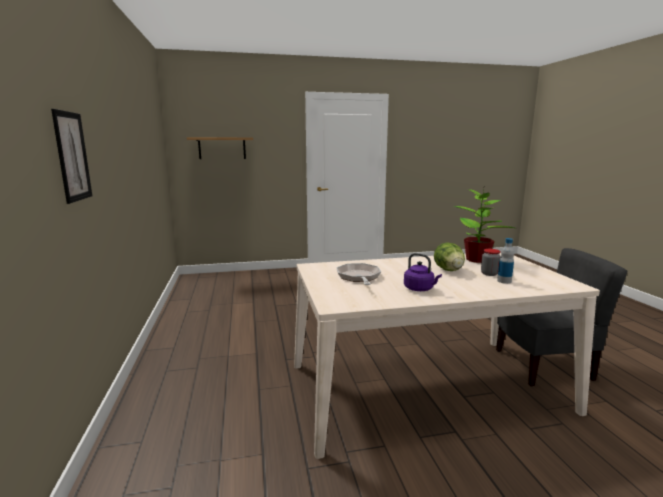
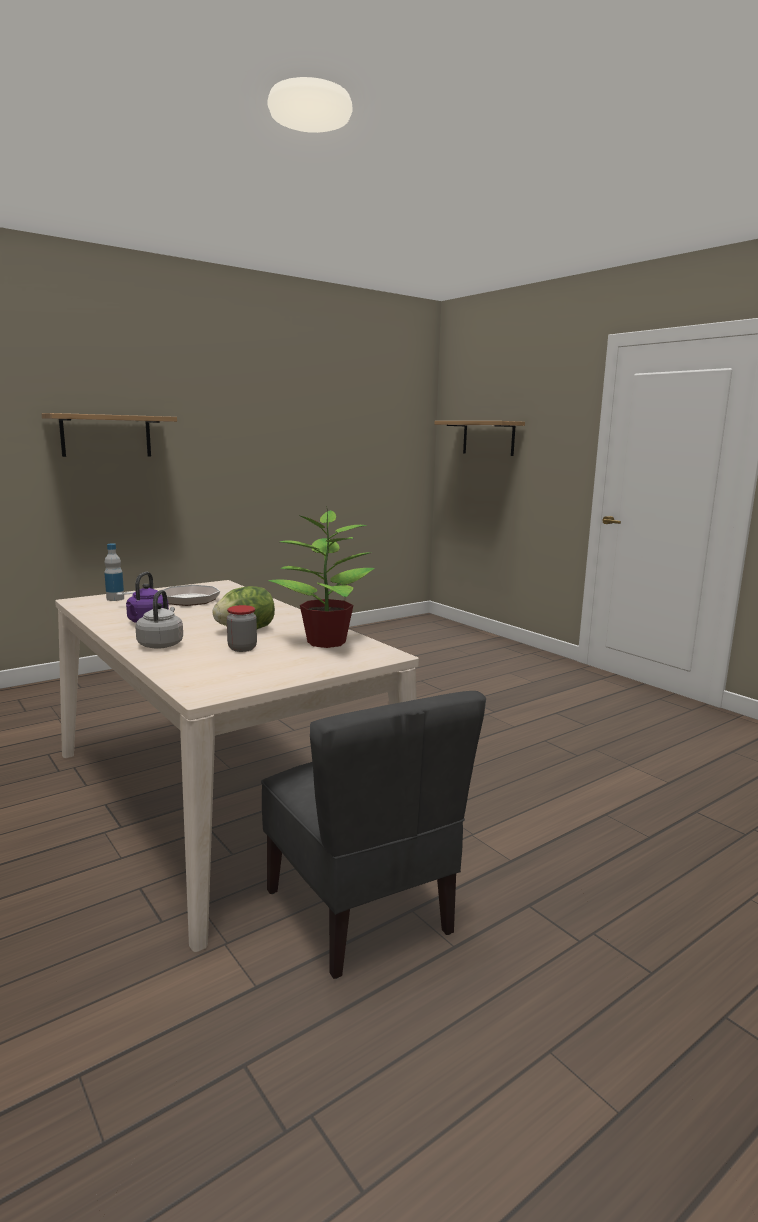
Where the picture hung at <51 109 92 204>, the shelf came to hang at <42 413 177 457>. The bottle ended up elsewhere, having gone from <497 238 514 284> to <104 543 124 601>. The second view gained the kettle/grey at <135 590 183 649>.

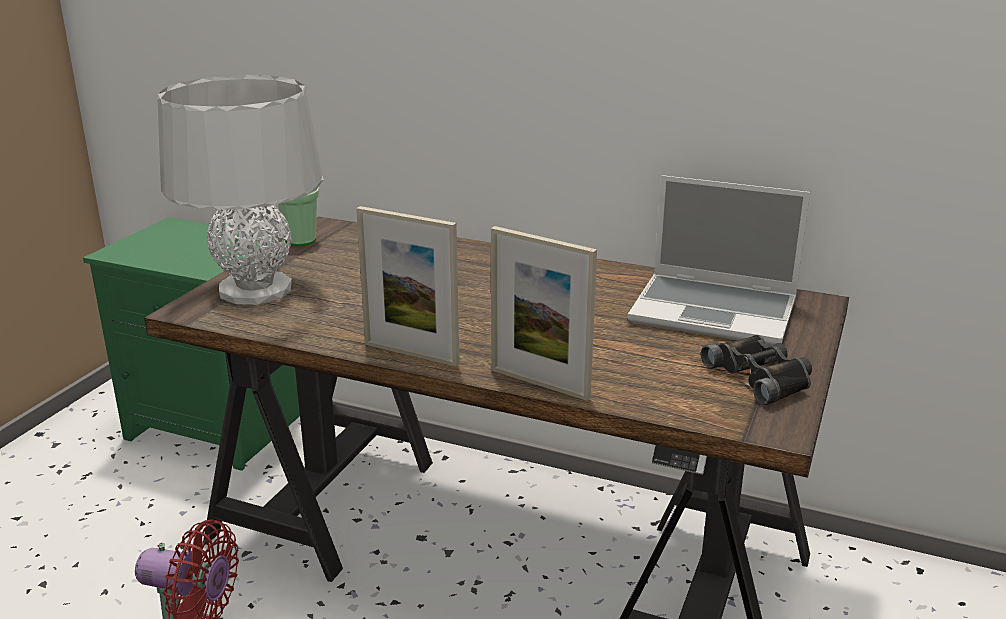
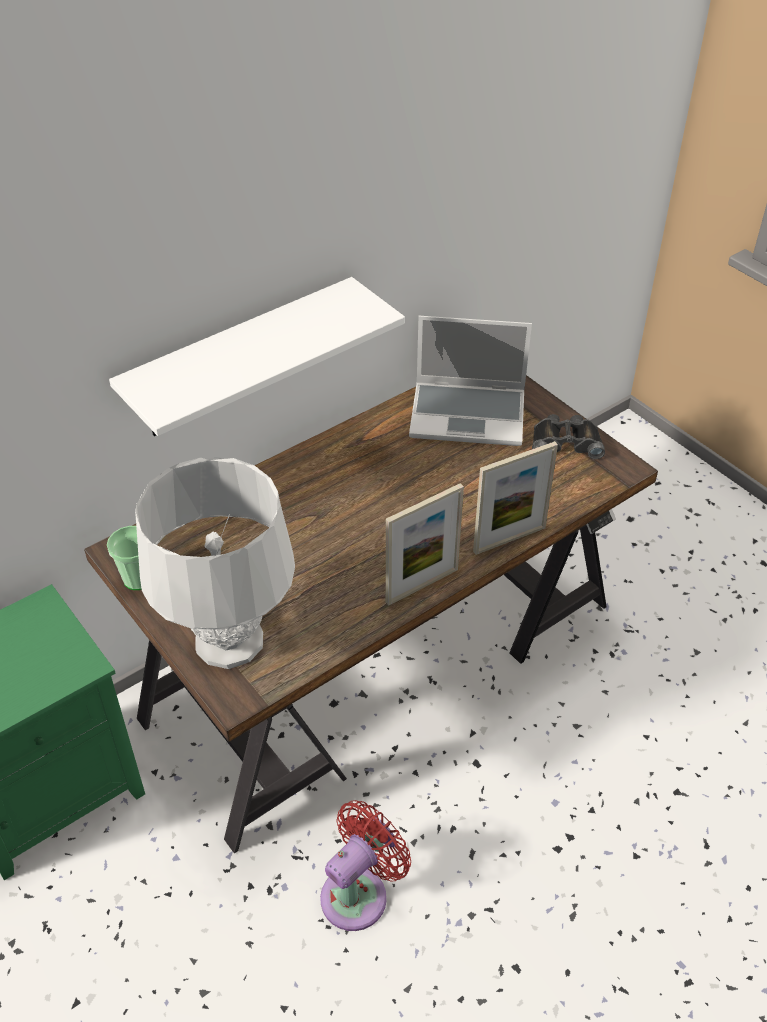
The laptop at <628 175 810 346> ended up facing another way, 45 degrees clockwise from before. The second view gained the shelf/white at <109 277 405 436>.

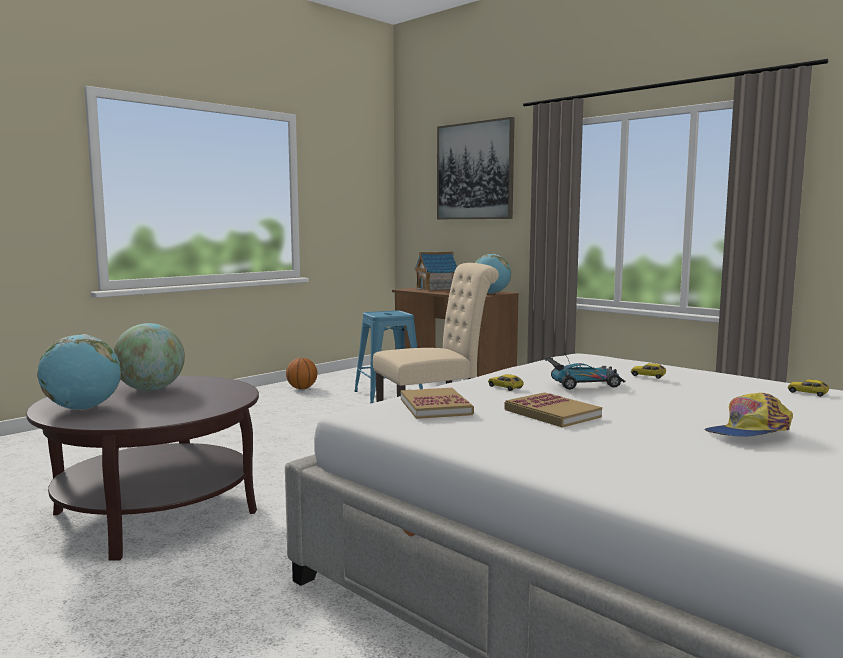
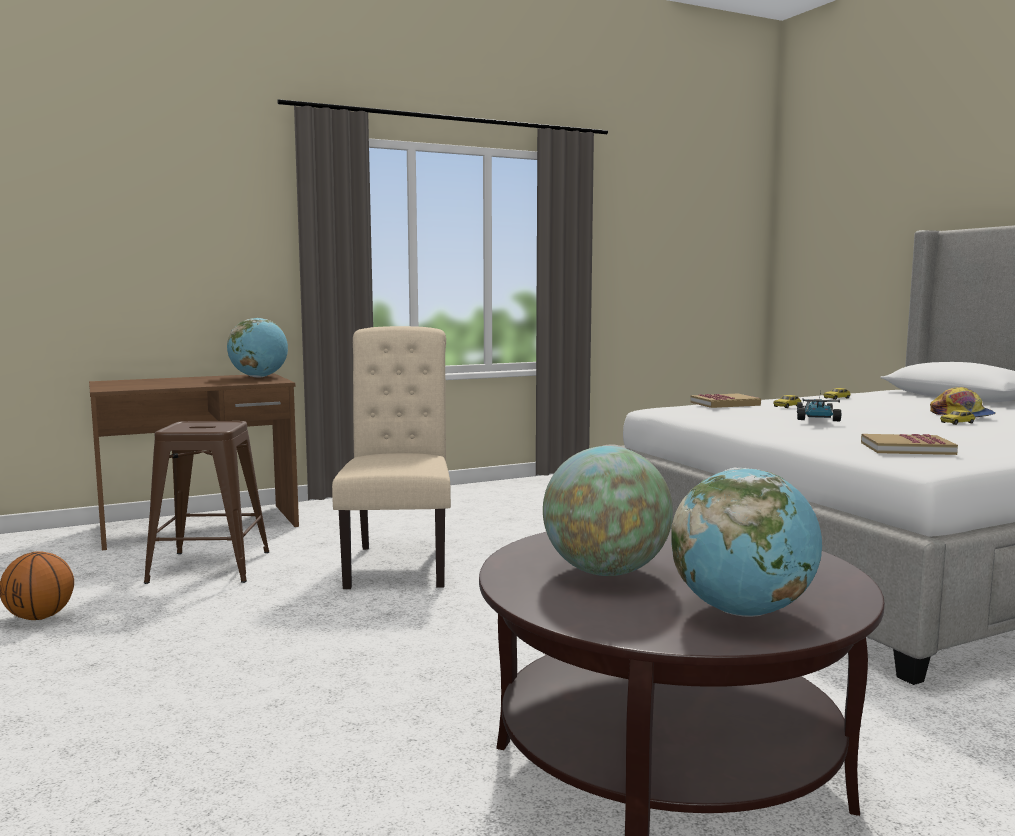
The second view lost the picture at <437 117 515 219>. The second view lost the toy house at <414 252 457 291>. What was the stool/blue at <354 310 423 404> turned into the stool/brown at <144 421 270 584>. The toy car ended up elsewhere, having gone from <488 374 524 391> to <940 410 975 425>. The book ended up elsewhere, having gone from <504 392 602 428> to <690 393 761 408>.

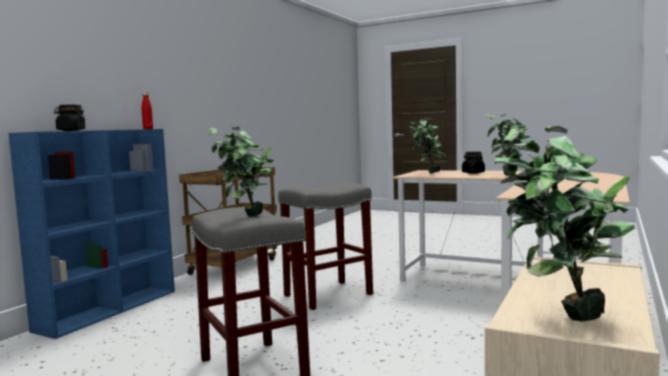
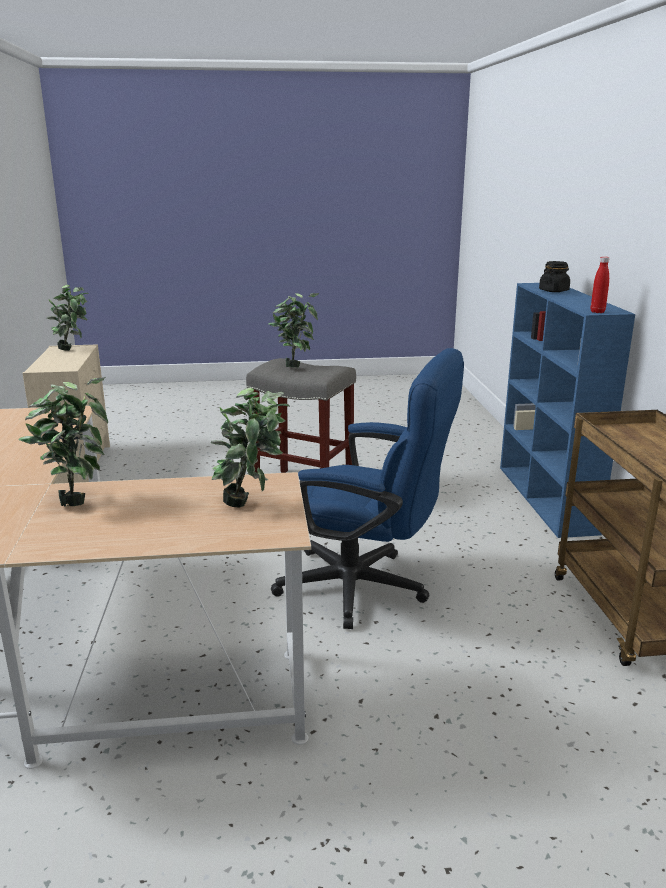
The second view lost the jar/black at <462 151 485 174>. Where the stool/grey stood at <278 182 373 310>, the office chair/blue came to stand at <271 348 464 629>.

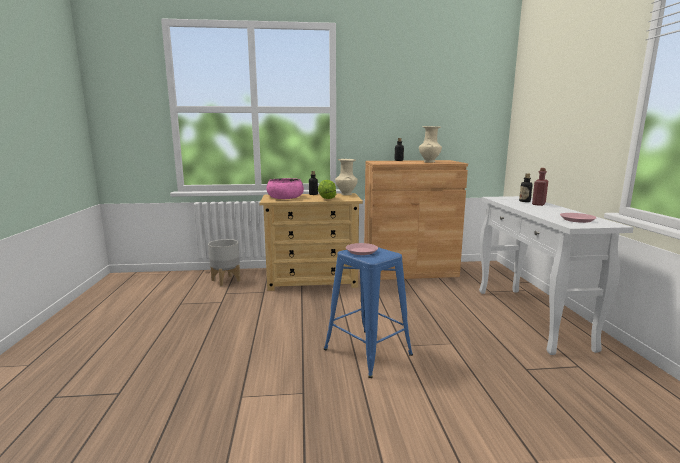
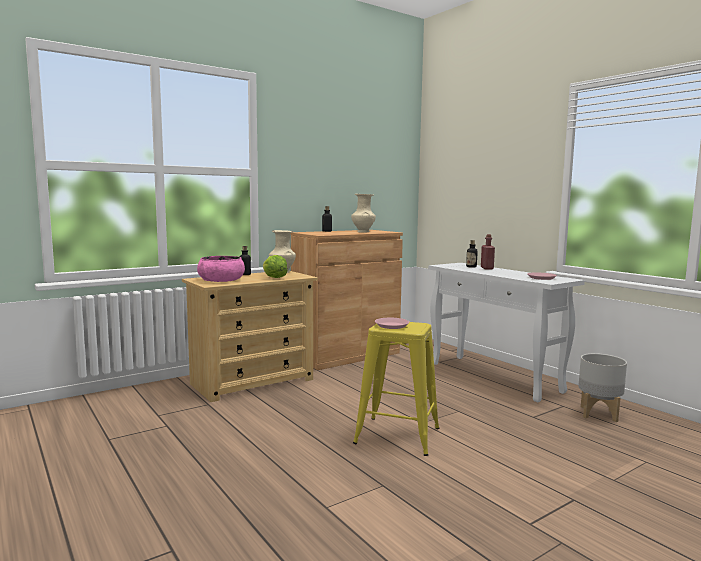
The planter/grey ended up elsewhere, having gone from <208 239 240 286> to <578 353 627 422>. What was the stool/blue at <324 247 413 378> turned into the stool/yellow at <353 322 439 456>.

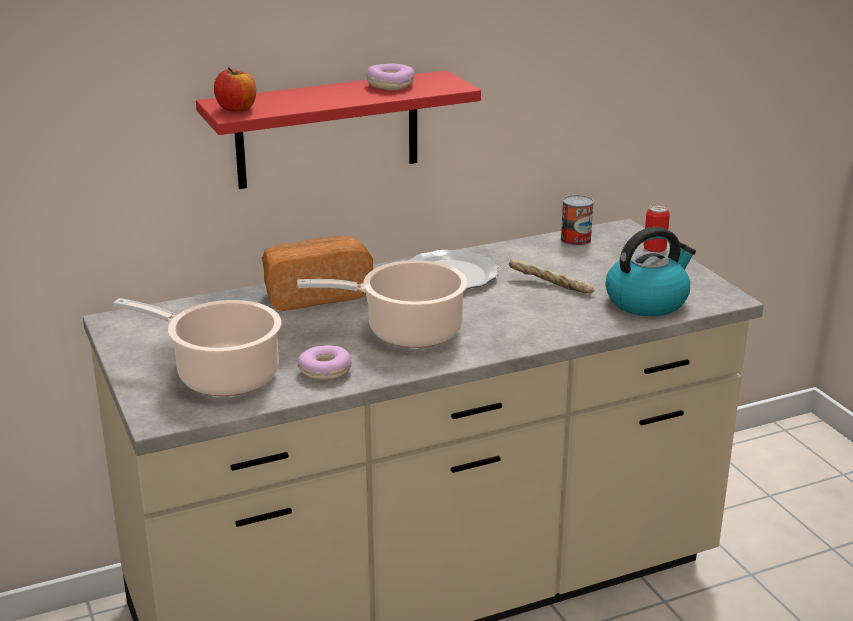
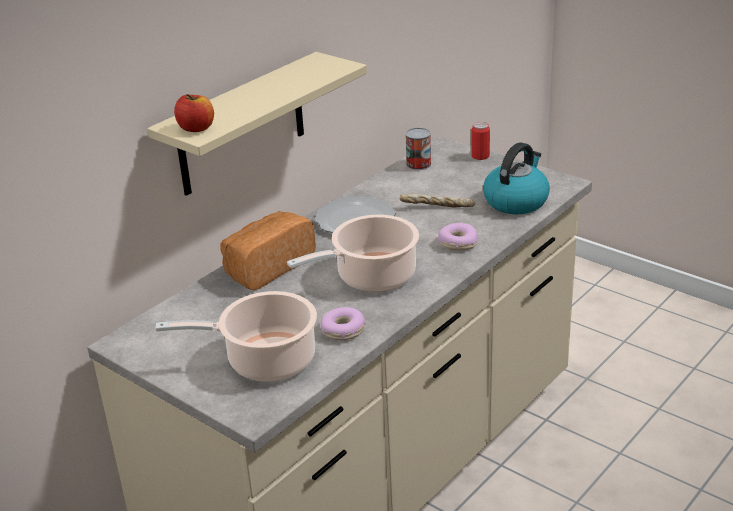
The donut ended up elsewhere, having gone from <366 64 415 91> to <438 223 478 251>. What was the shelf/red at <196 70 481 189> turned into the shelf/beige at <147 52 367 196>.

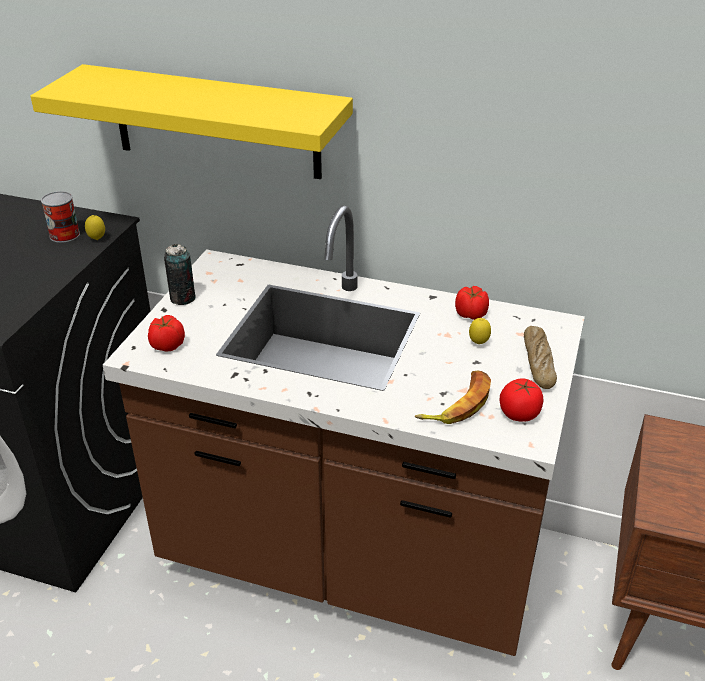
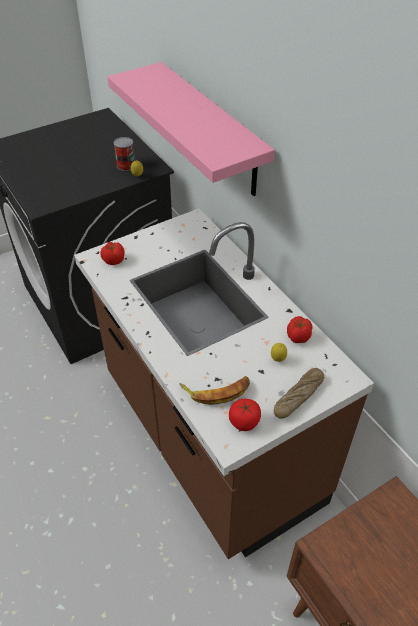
What was the shelf/yellow at <31 64 353 179> turned into the shelf/pink at <107 62 275 196>. The second view lost the can at <164 244 196 305>.

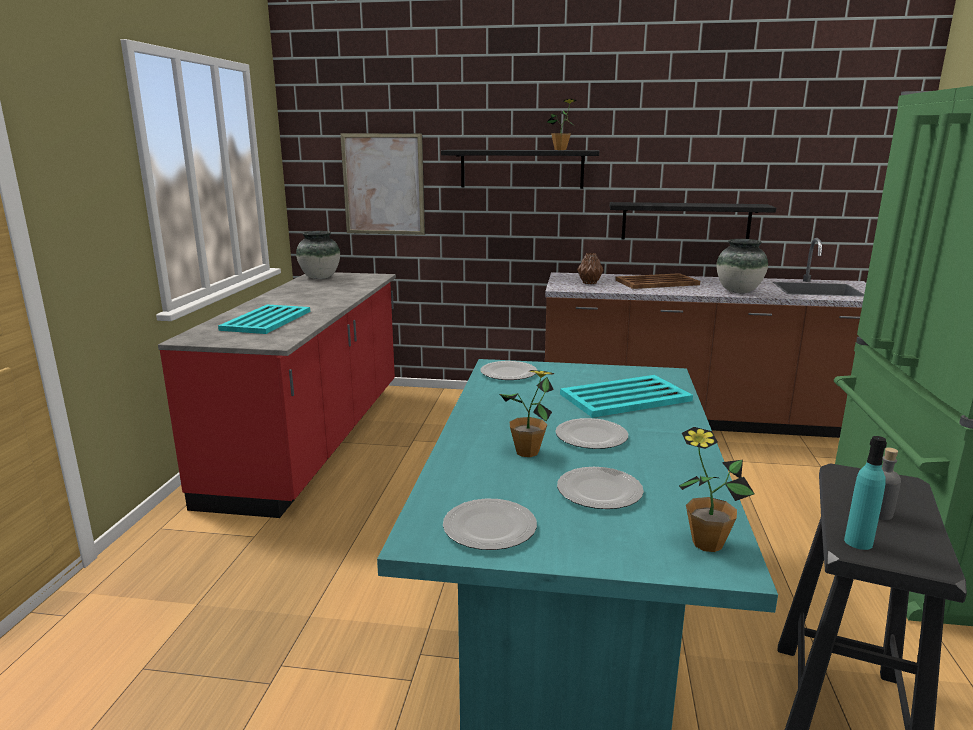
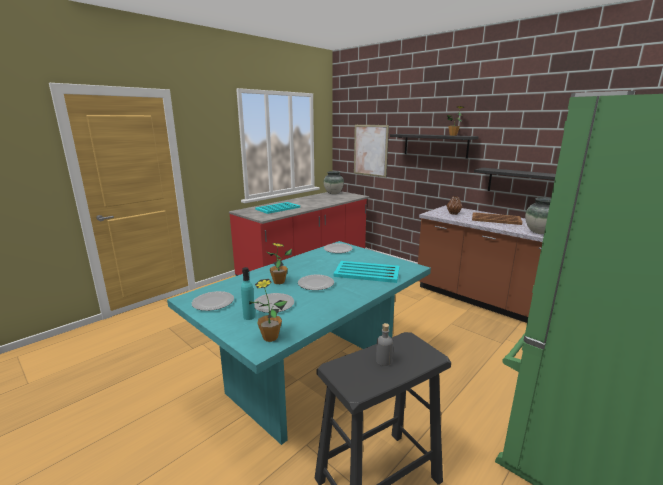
The bottle/turquoise ended up elsewhere, having gone from <844 436 887 550> to <241 267 255 320>.

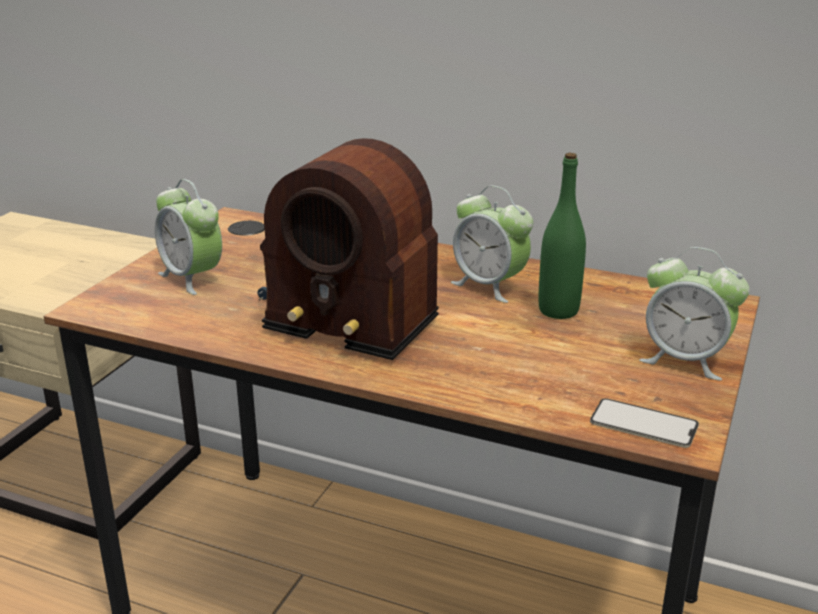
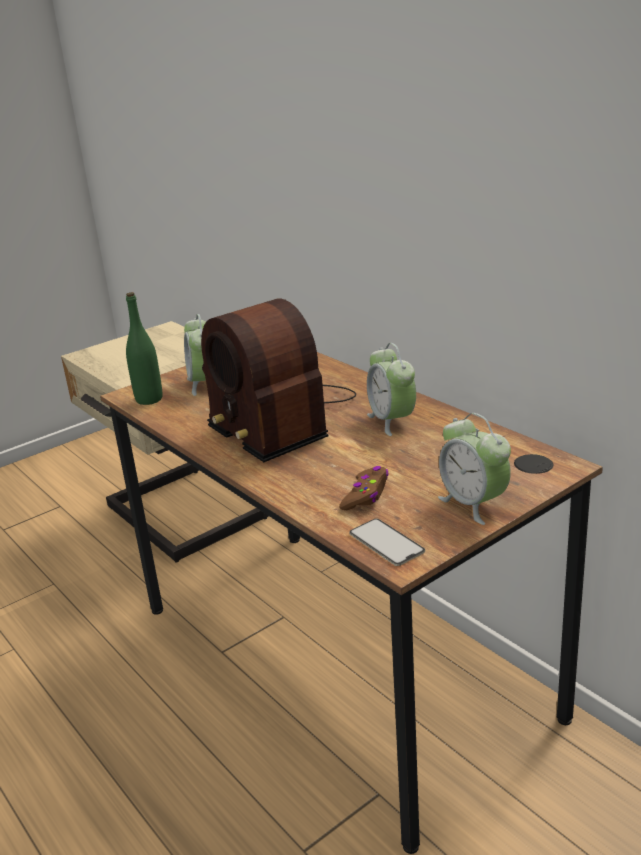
The bottle/green ended up elsewhere, having gone from <539 153 586 319> to <126 292 162 405>. The second view gained the game controller/brown at <339 466 388 510>.

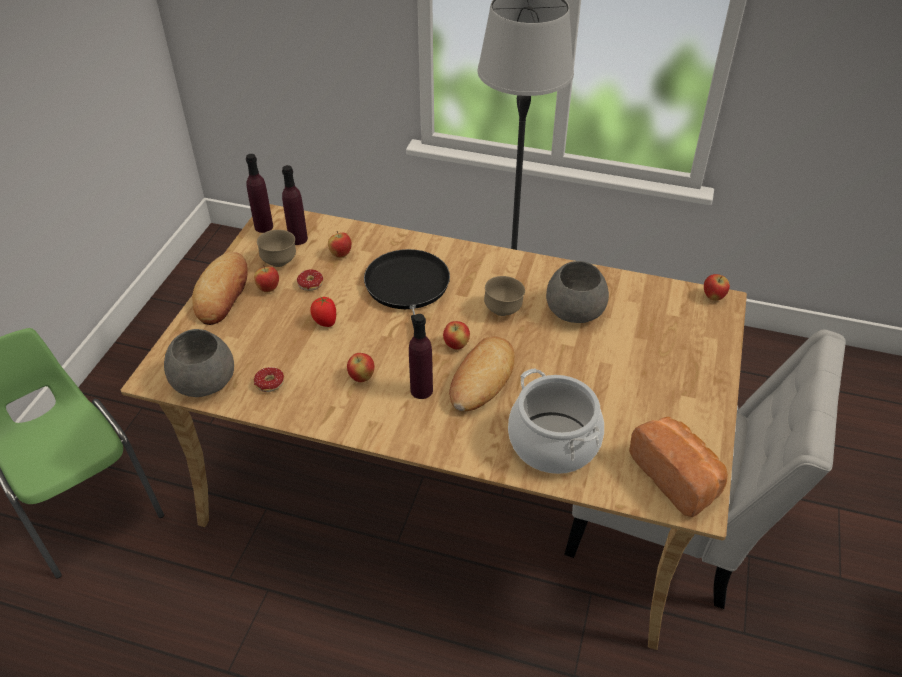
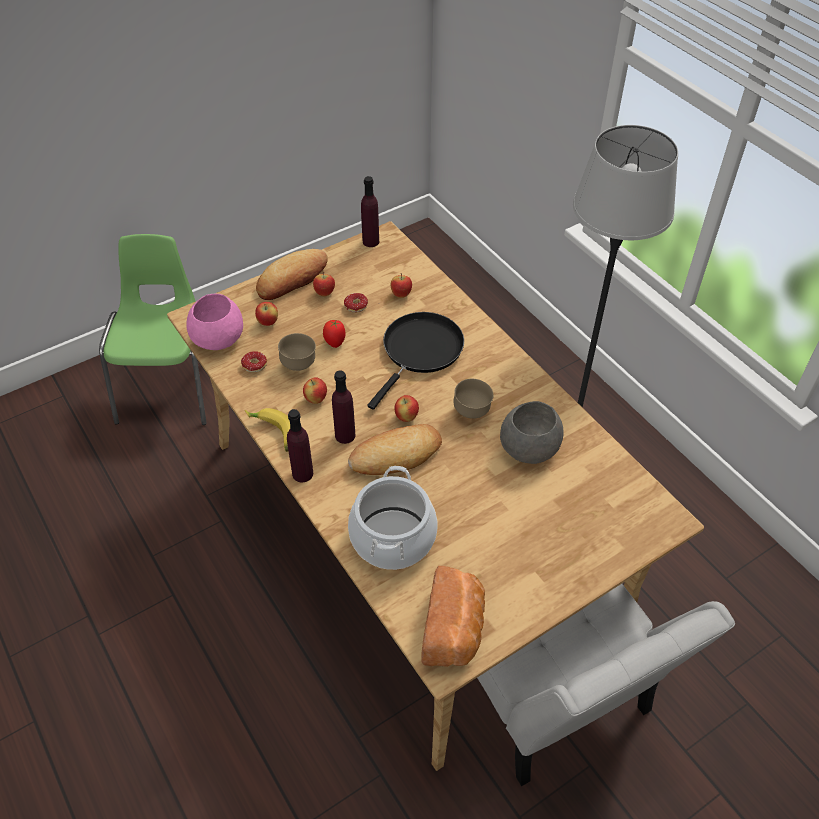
The bottle/purple ended up elsewhere, having gone from <282 165 308 245> to <287 409 313 482>. The bowl/brown ended up elsewhere, having gone from <257 230 296 267> to <278 333 316 371>. The apple ended up elsewhere, having gone from <704 274 730 301> to <255 302 278 326>. What was the bowl/grey at <164 329 234 397> turned into the bowl/pink at <186 294 243 350>. The second view gained the banana at <245 408 290 452>.

